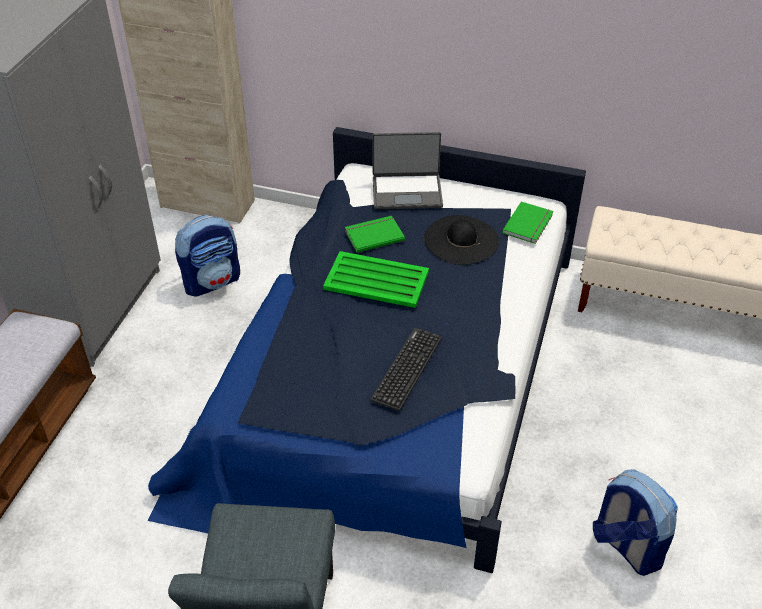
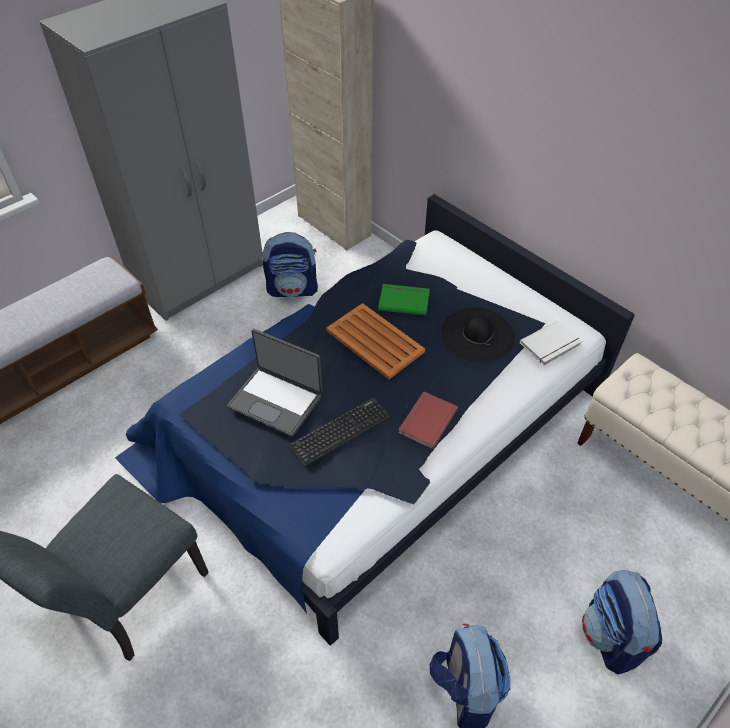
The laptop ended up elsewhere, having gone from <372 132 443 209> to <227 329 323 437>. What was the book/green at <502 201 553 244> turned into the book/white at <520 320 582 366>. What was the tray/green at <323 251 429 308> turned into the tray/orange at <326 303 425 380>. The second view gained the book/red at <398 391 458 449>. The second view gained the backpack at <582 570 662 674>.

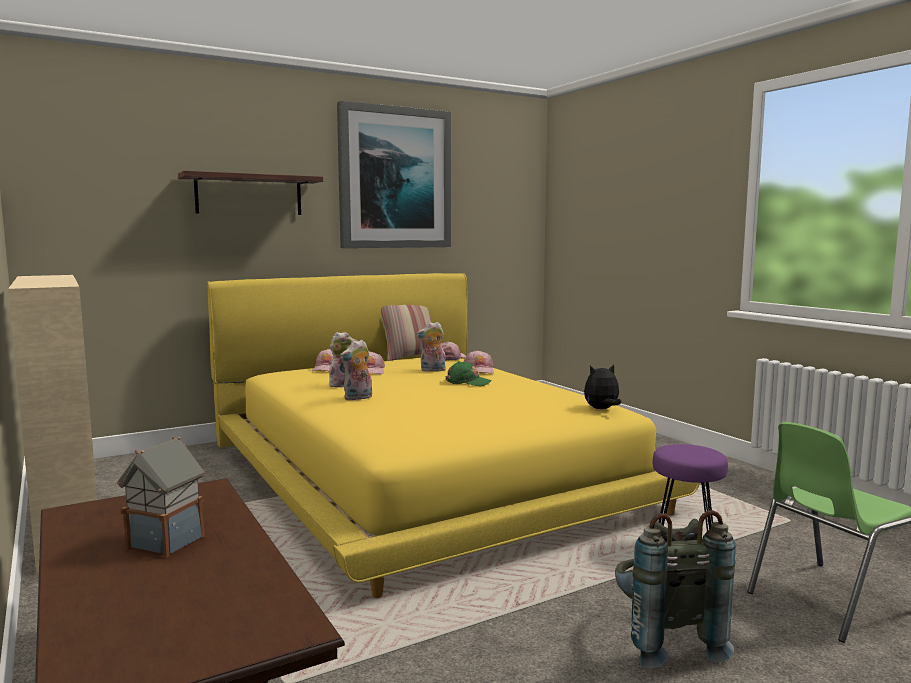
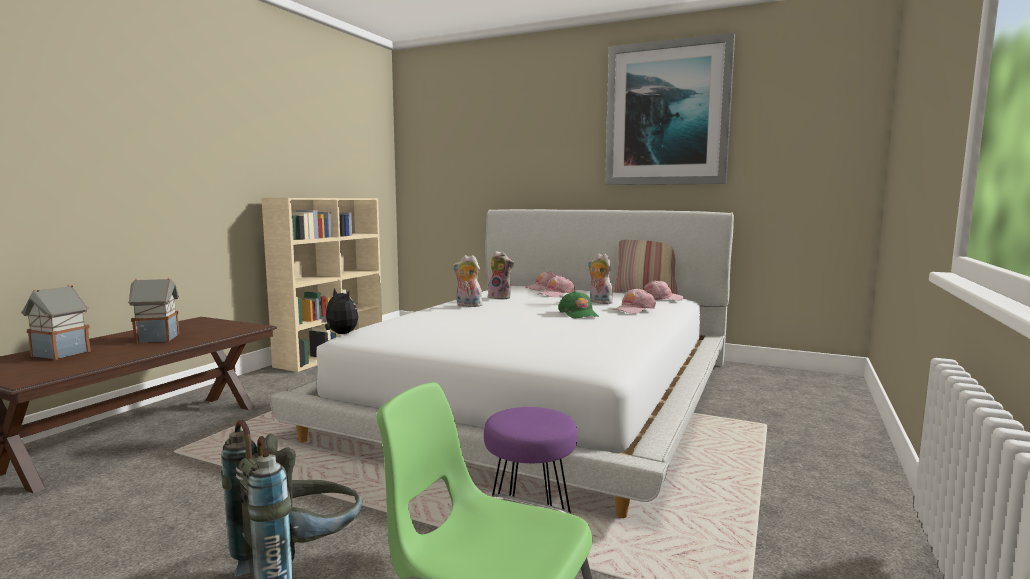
The second view lost the shelf at <178 171 323 215>. What was the bed/yellow at <207 273 700 598> turned into the bed/white at <269 209 734 518>. The plush toy ended up elsewhere, having gone from <584 364 622 409> to <321 288 358 334>. The second view gained the toy house at <21 285 91 360>.

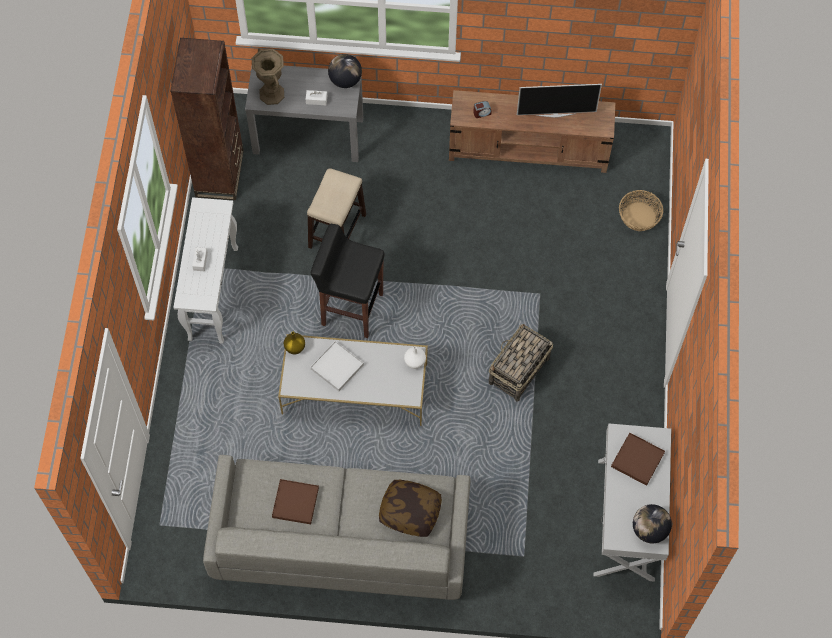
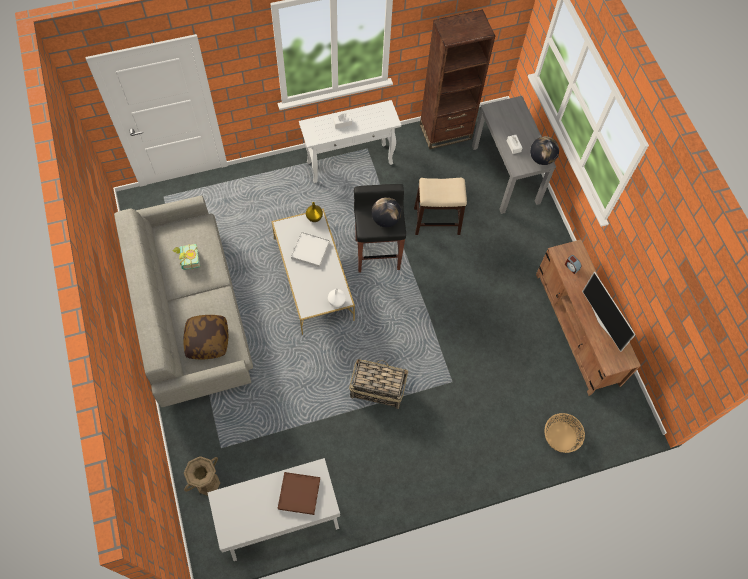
The vase/brown ended up elsewhere, having gone from <252 48 284 105> to <184 456 220 496>. Where the tray/brown stood at <272 479 319 524>, the book came to stand at <172 244 200 270>. The globe ended up elsewhere, having gone from <633 504 672 543> to <371 197 401 227>.

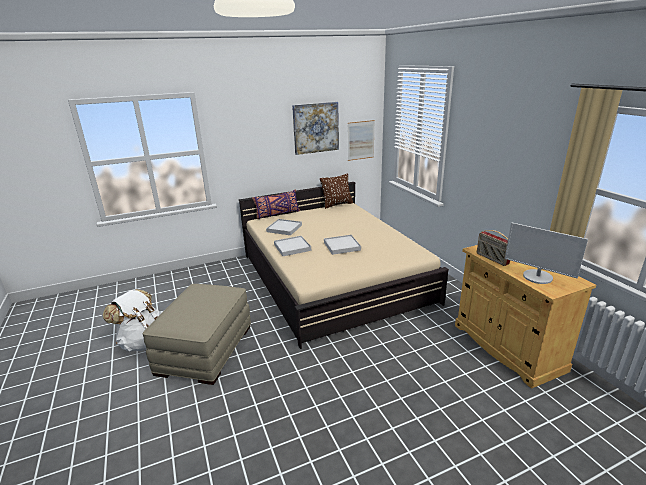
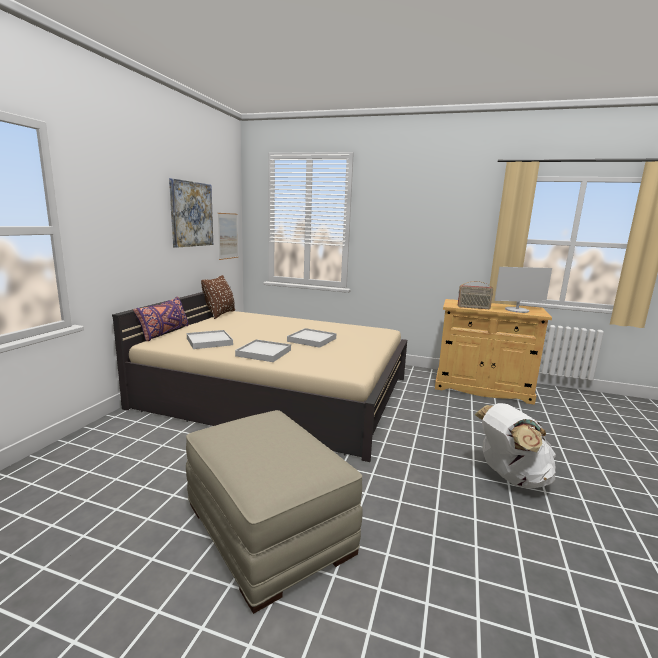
The backpack/white ended up elsewhere, having gone from <103 289 162 351> to <474 403 556 488>.

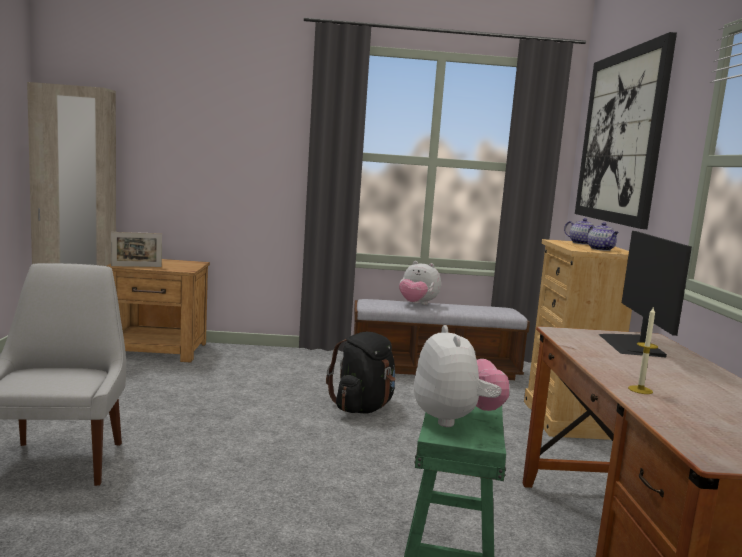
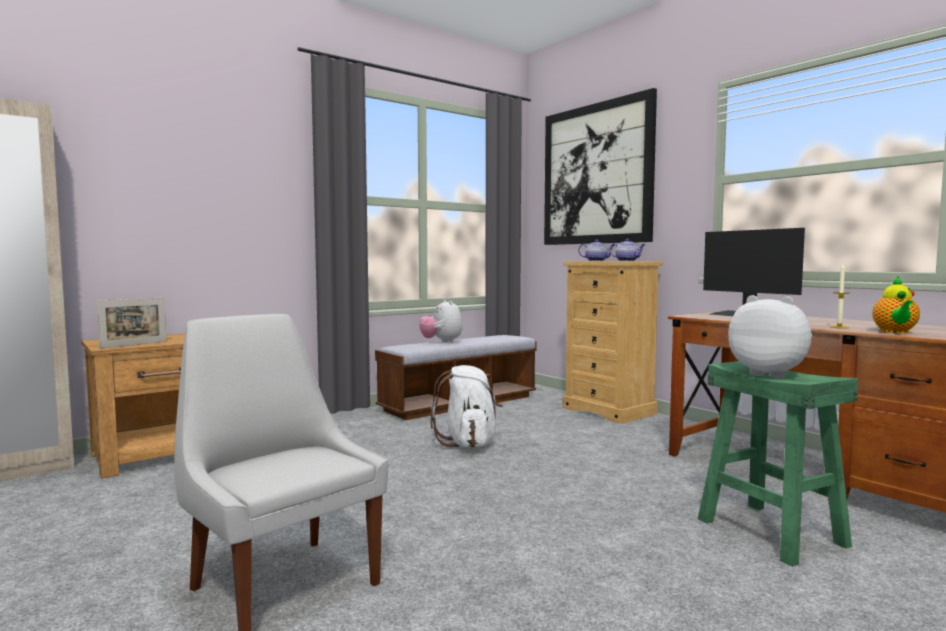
The plush toy at <399 261 441 305> ended up facing another way, 75 degrees clockwise from before. What was the backpack/black at <326 332 396 413> turned into the backpack/white at <430 365 503 447>. The second view gained the teapot at <872 276 920 333>.

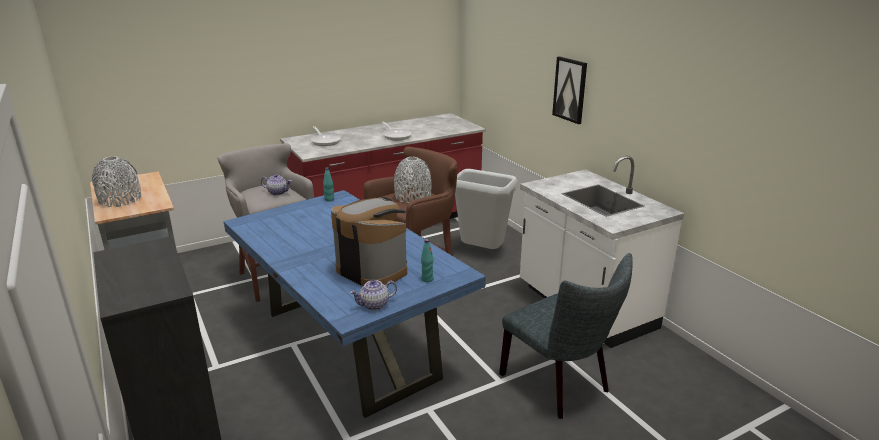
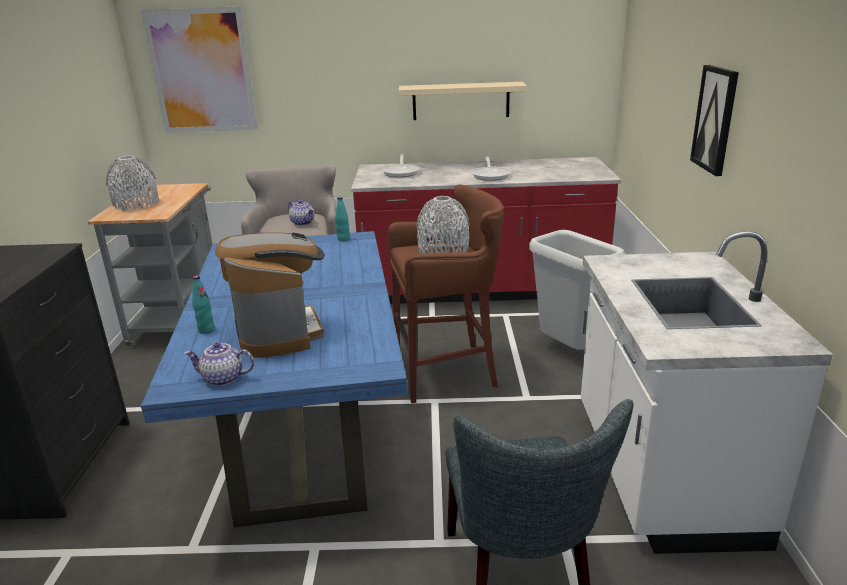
The bottle/turquoise ended up elsewhere, having gone from <421 239 434 282> to <192 276 215 334>. The second view gained the picture at <141 6 258 133>. The second view gained the shelf/beige at <398 82 527 120>.

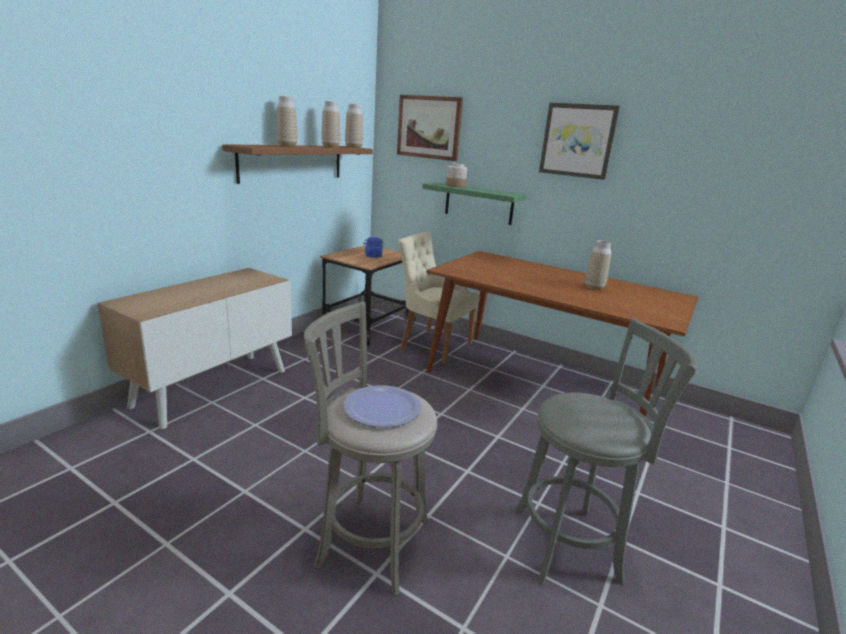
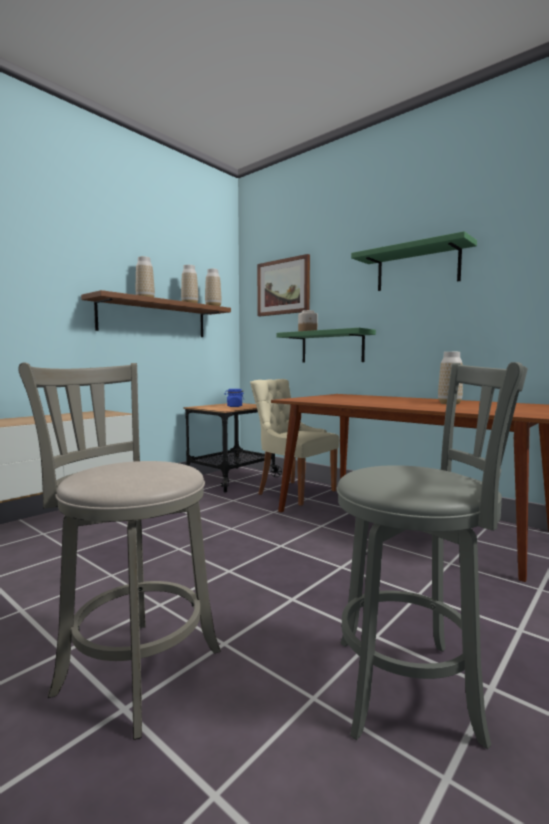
Where the picture hung at <539 103 620 180>, the shelf/green came to hang at <351 231 477 291>. The second view lost the plate at <344 386 421 427>.

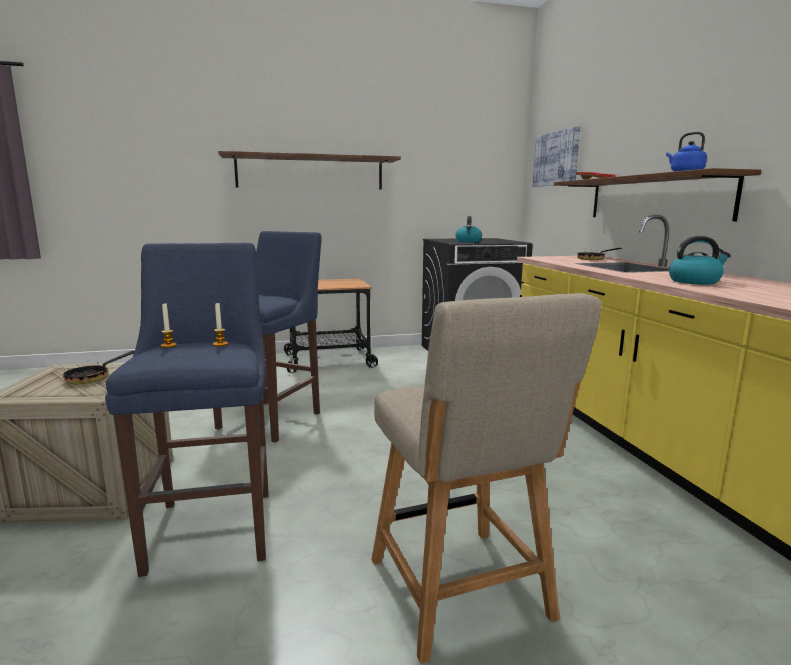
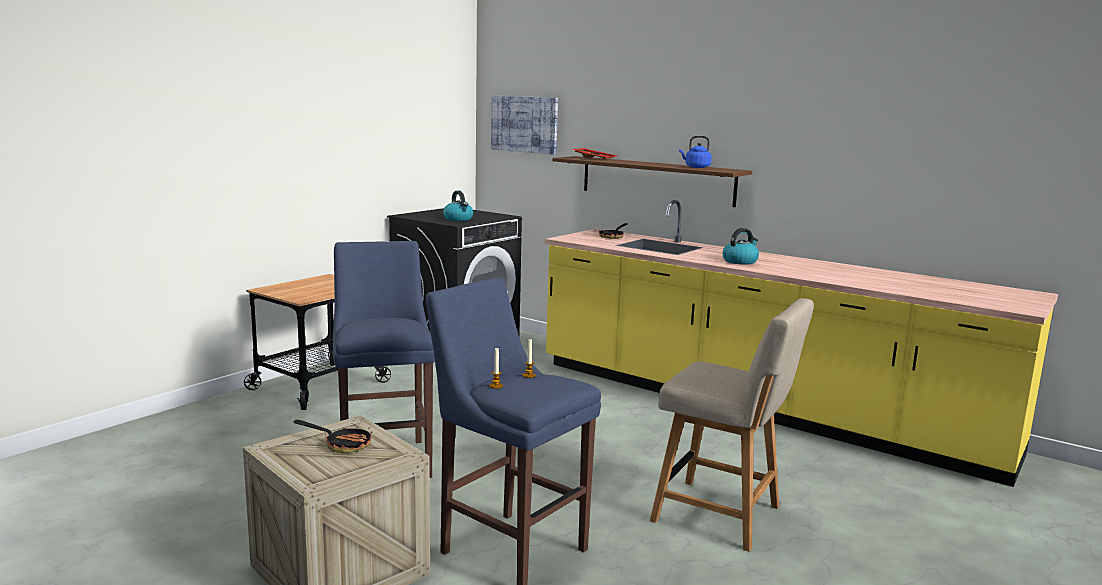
The second view lost the shelf/brown at <218 151 401 190>. The frying pan at <63 351 135 385> ended up facing another way, 60 degrees counterclockwise from before.

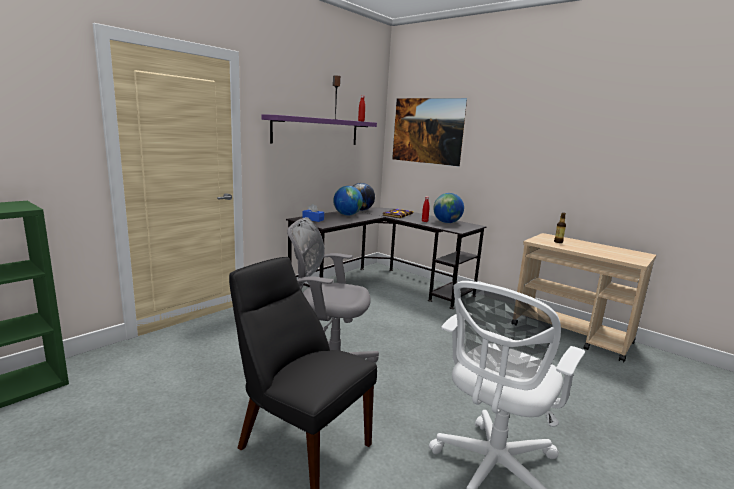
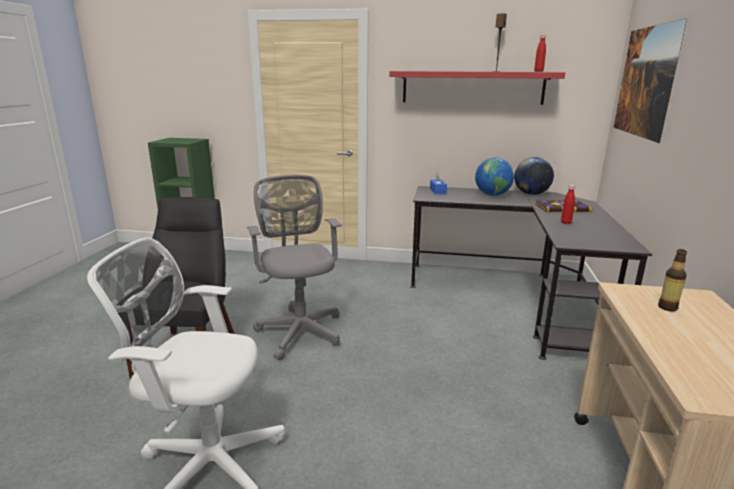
What was the shelf/purple at <262 114 377 145> turned into the shelf/red at <390 71 565 105>. The second view lost the globe at <433 193 464 223>.

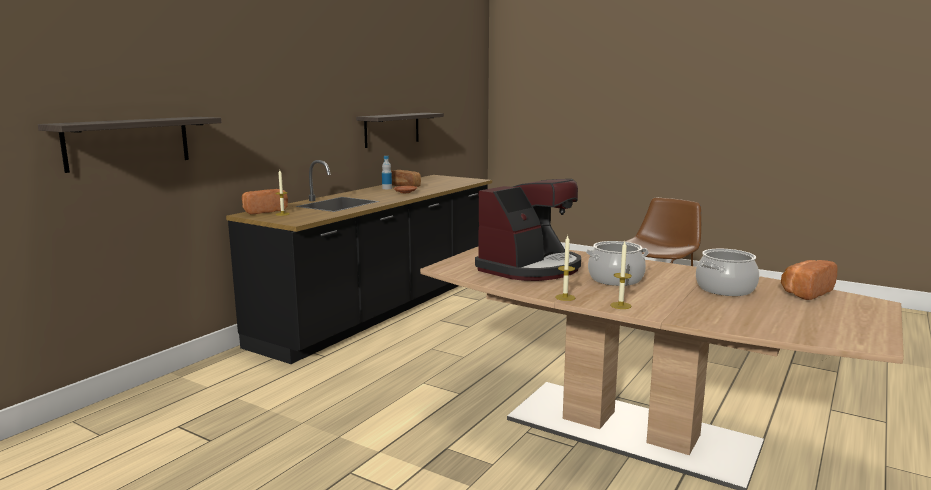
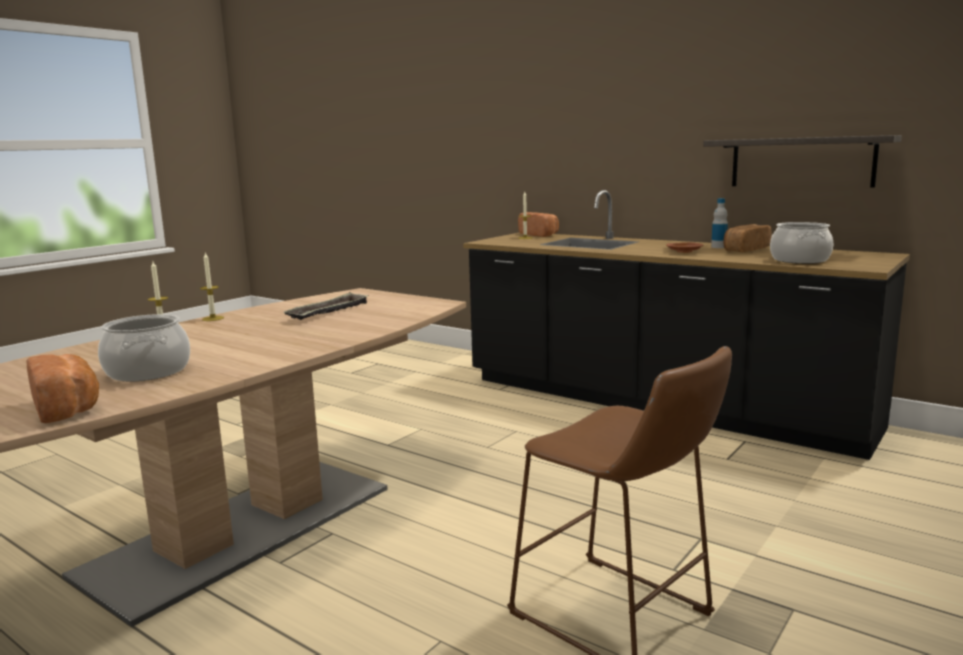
The second view lost the shelf at <38 117 222 173>. Where the coffee machine stood at <475 179 581 281>, the tray came to stand at <284 292 369 320>. The cooking pot ended up elsewhere, having gone from <586 241 649 286> to <770 222 833 264>.

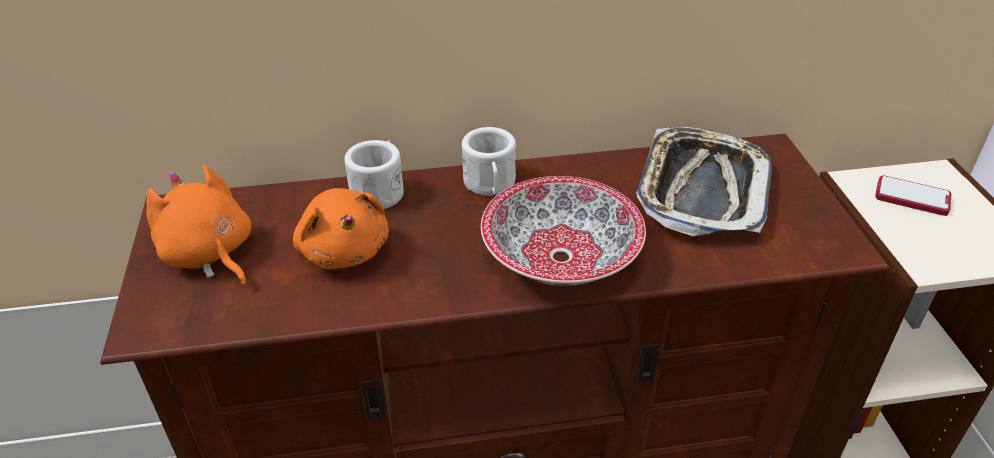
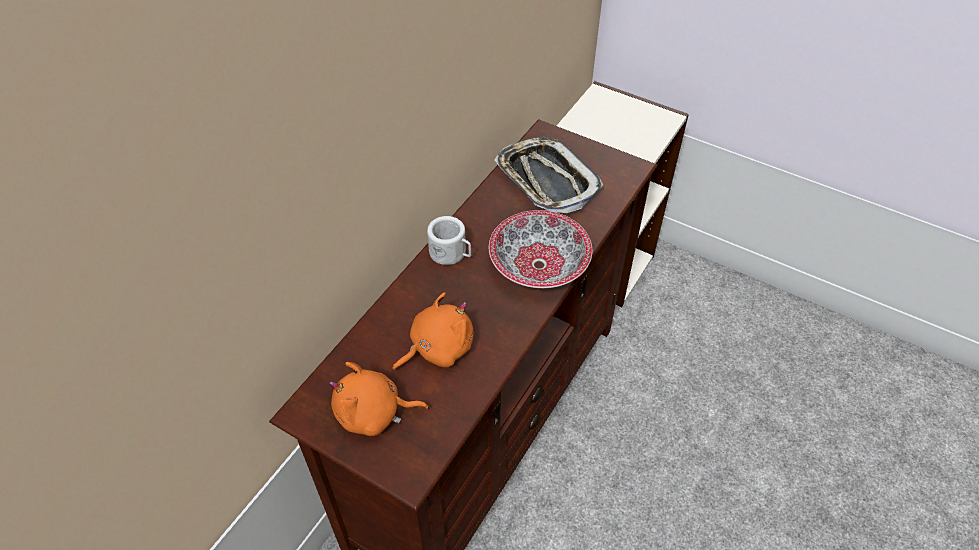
The second view lost the mug/white at <344 140 404 209>. The second view lost the phone at <875 175 951 216>. The plush toy/orange at <293 188 389 269> ended up facing another way, 45 degrees counterclockwise from before.

